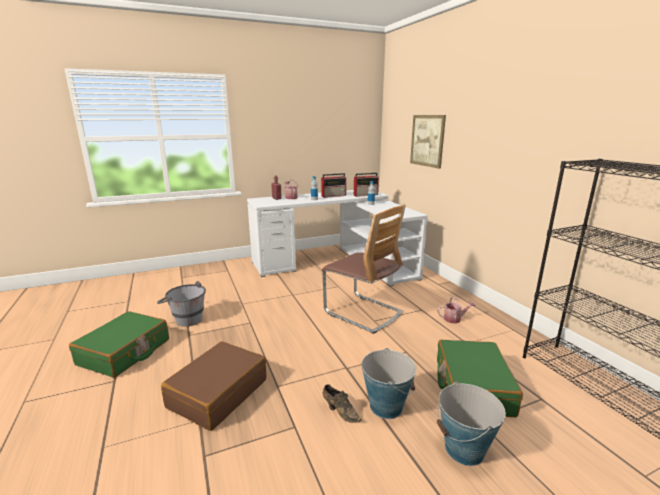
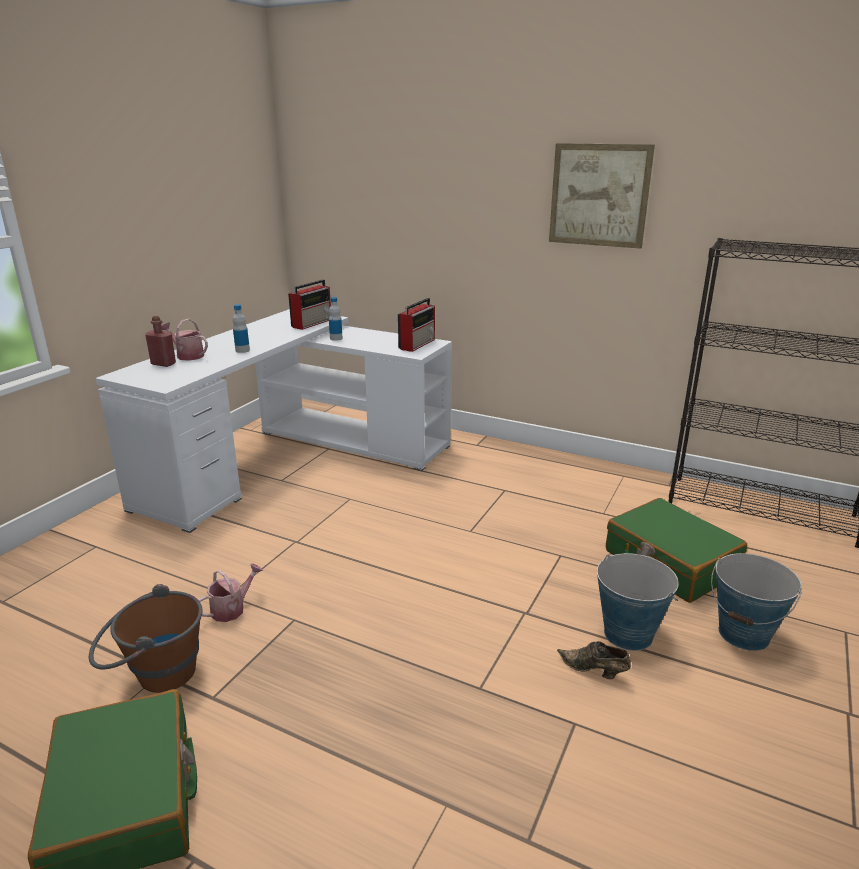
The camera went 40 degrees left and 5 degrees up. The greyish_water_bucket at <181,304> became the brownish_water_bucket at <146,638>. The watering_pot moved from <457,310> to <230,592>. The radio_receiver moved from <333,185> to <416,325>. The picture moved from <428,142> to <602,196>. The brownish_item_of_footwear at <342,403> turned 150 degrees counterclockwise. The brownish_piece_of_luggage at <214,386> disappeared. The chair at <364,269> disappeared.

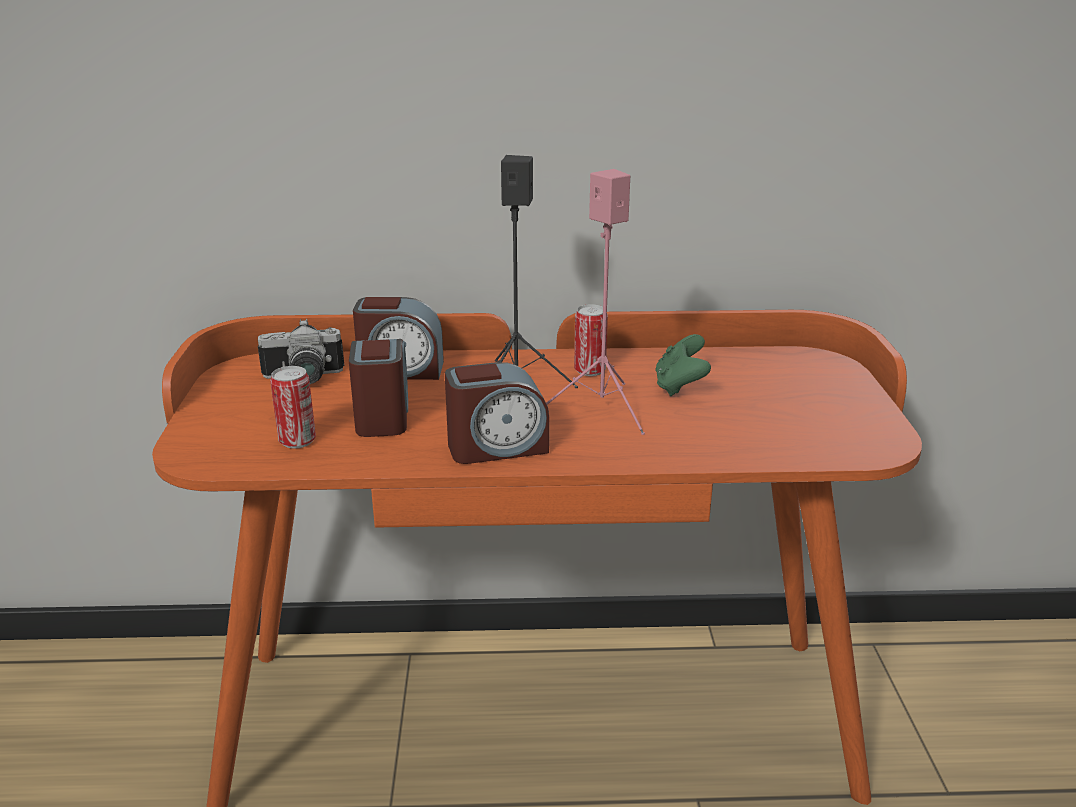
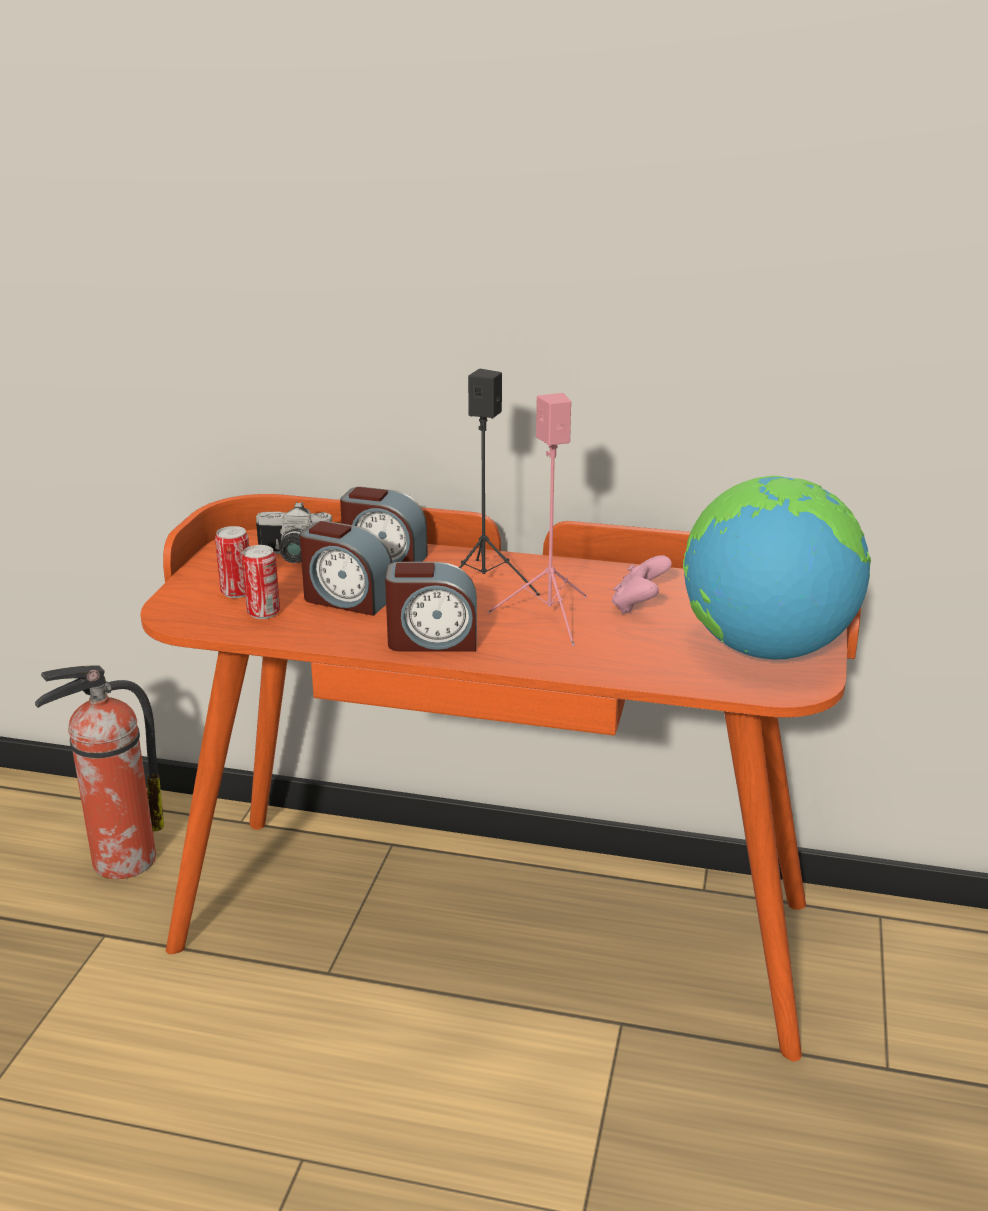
The camera went 15 degrees right and 0 degrees up. The extinguisher at <99,772> appeared. The sealed_can moved from <591,340> to <232,562>. The table_clock at <378,388> turned 105 degrees clockwise. The green_game_controller at <683,365> became the pink_game_controller at <642,584>. The world_globe at <777,567> appeared.

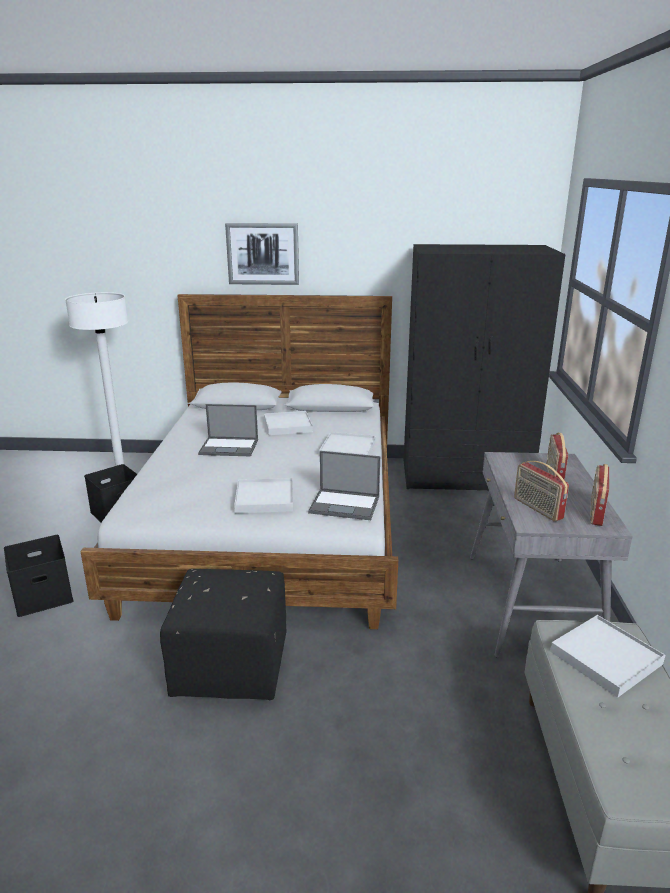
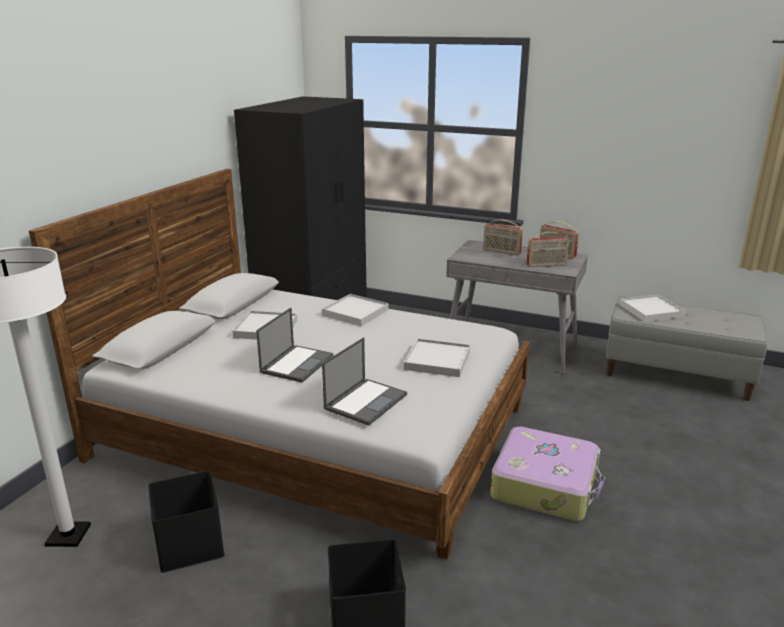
The camera went 70 degrees left and 0 degrees up. The notebook_computer moved from <344,485> to <364,381>. The black_footrest at <223,634> was replaced by the piece_of_luggage at <547,474>. The picture at <262,254> disappeared.

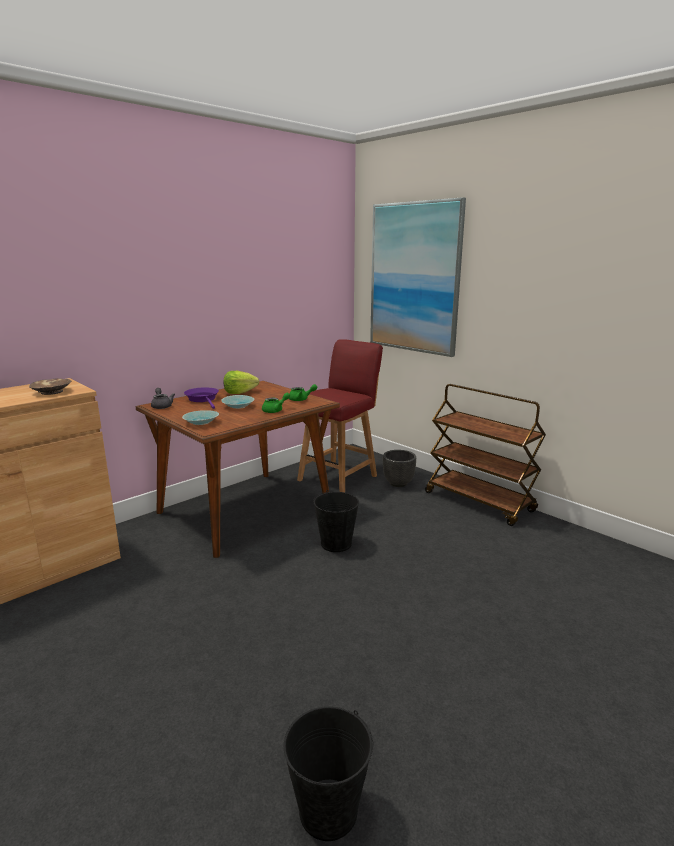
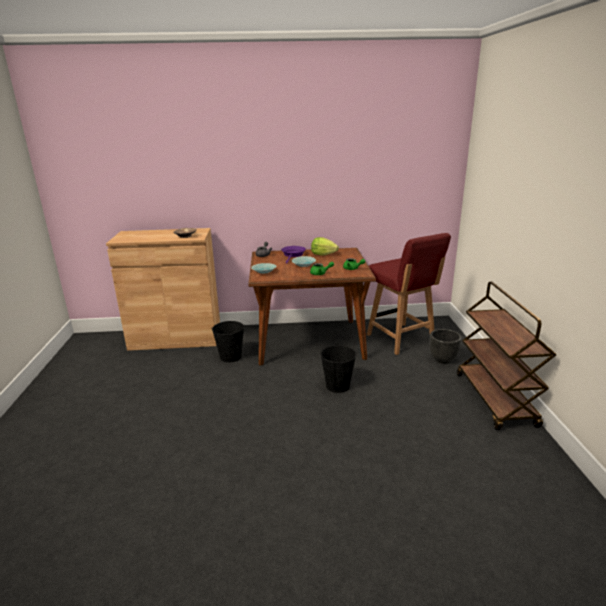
The camera went 40 degrees right and 5 degrees up. The black_water_bucket moved from <328,773> to <228,341>. The red-coloured_chair at <340,415> turned 75 degrees clockwise. The picture at <418,277> disappeared.

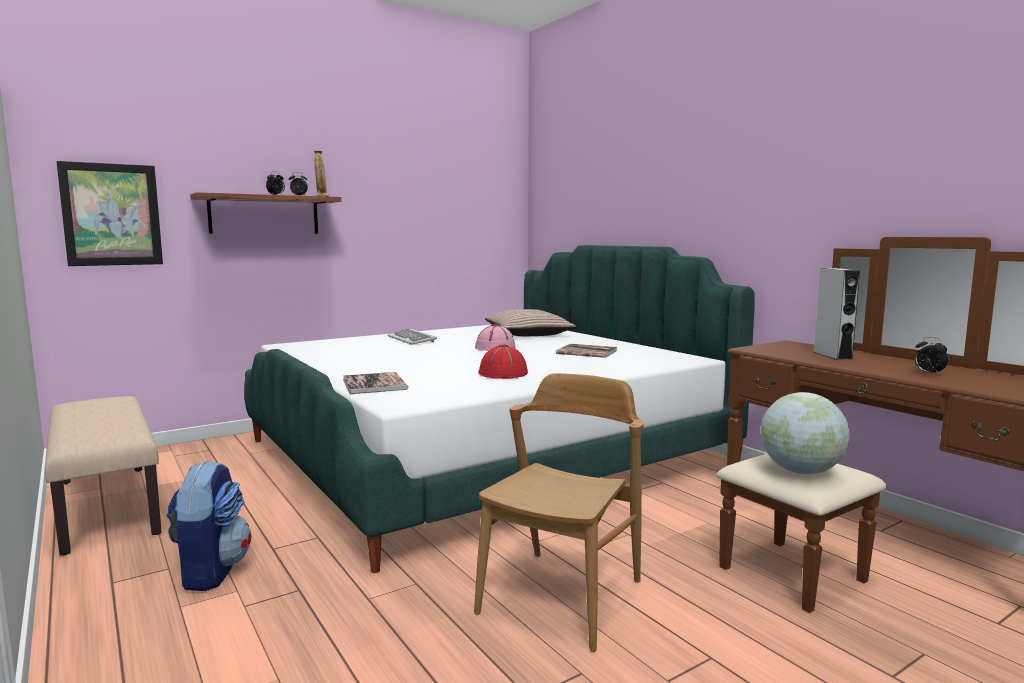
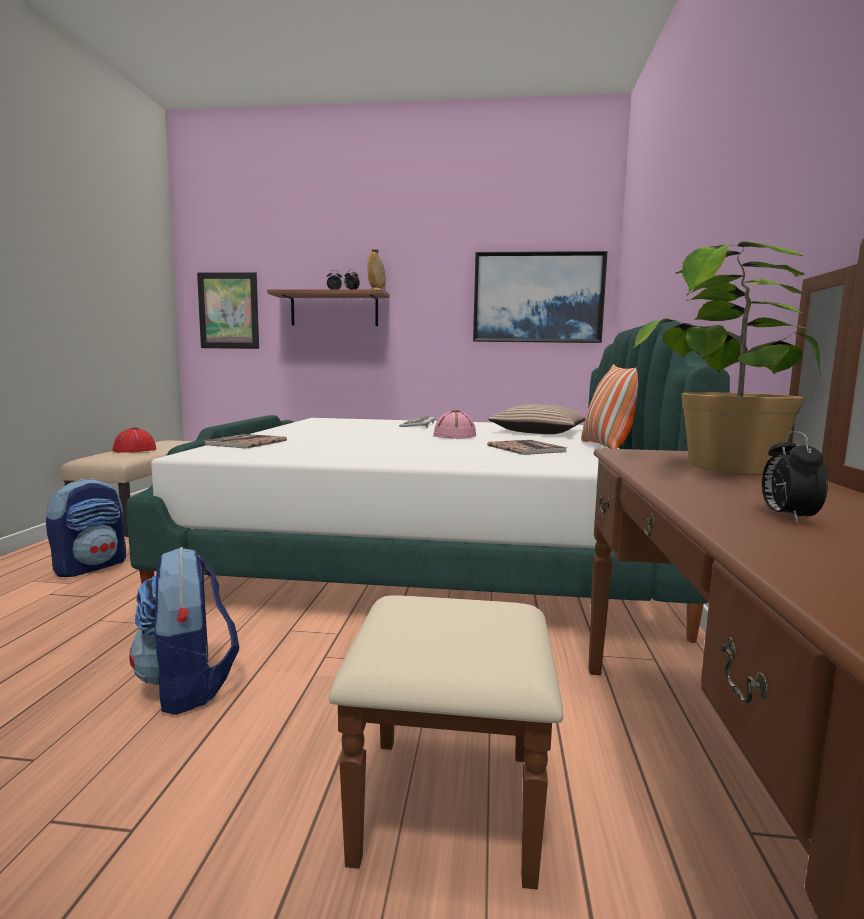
The camera went 40 degrees right and 0 degrees up. The red-coloured_wearable_hat moved from <503,361> to <134,440>. The brownish_chair at <559,512> was replaced by the backpack at <184,631>. The picture at <540,297> appeared. The throw_pillow at <609,406> appeared. The greyish_audio_speaker at <836,314> was replaced by the plant_in_a_pot at <727,357>. The world_globe at <805,433> disappeared.

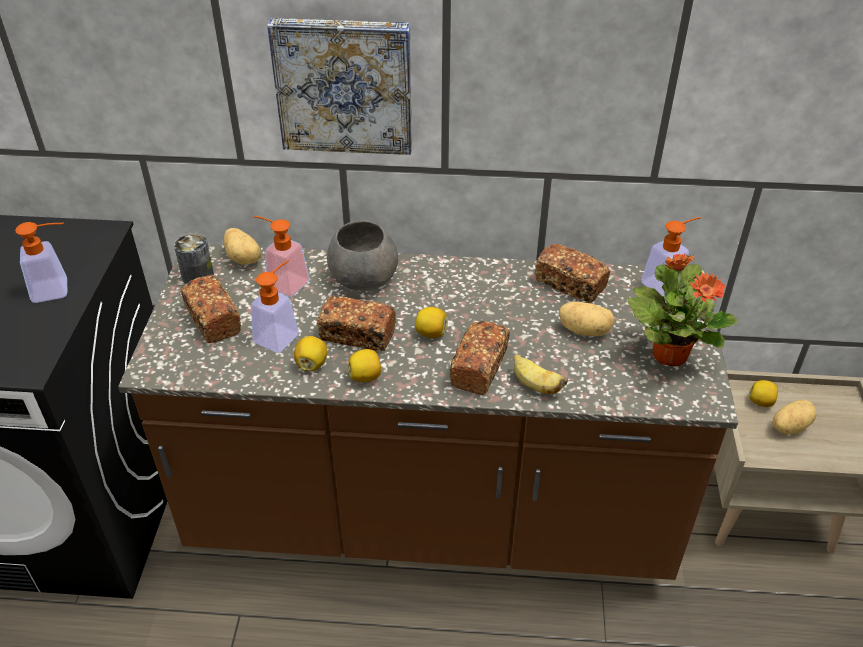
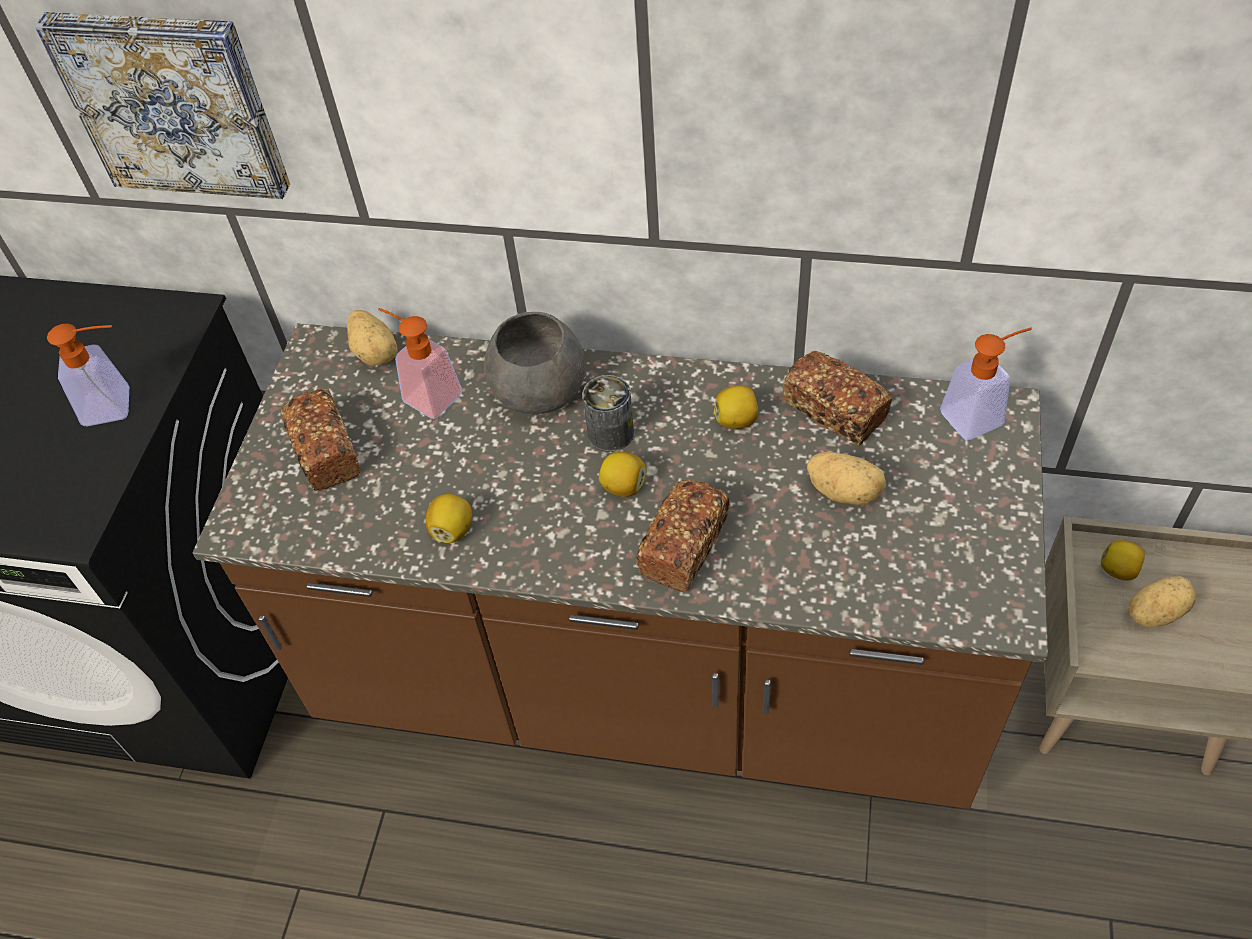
The camera went 10 degrees right and 10 degrees up. The picture moved from <339,86> to <162,105>. The sealed_can moved from <194,258> to <608,413>. The lemon moved from <364,365> to <736,407>. The soap_dispenser at <275,306> disappeared. The bakery_bread at <356,323> disappeared. The banana_fruit at <541,374> disappeared. The plant_in_a_pot at <682,310> disappeared.

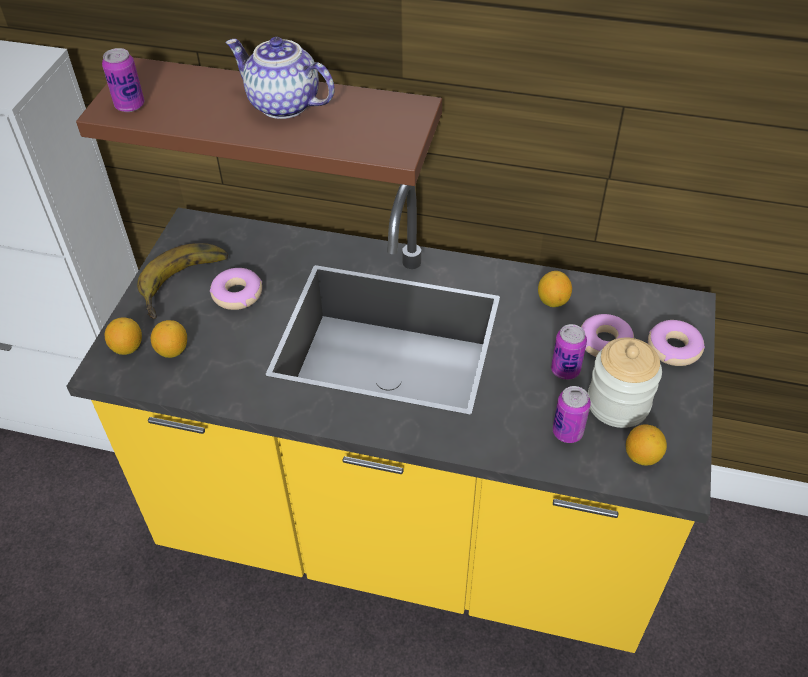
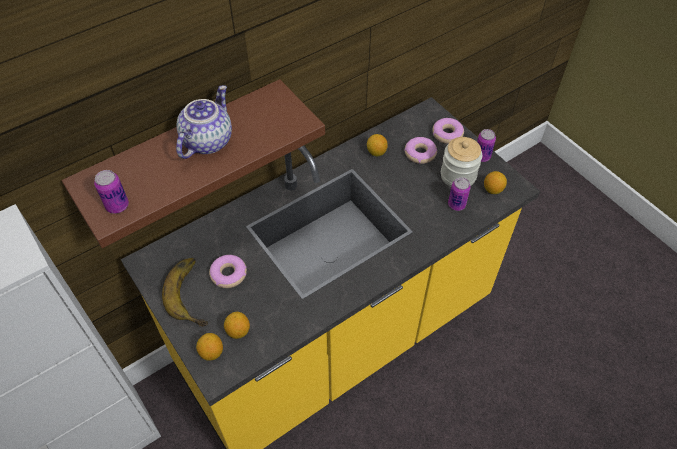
The camera went 50 degrees left and 5 degrees up. The teapot at <280,78> turned 135 degrees clockwise. The sealed_can moved from <569,352> to <486,145>.

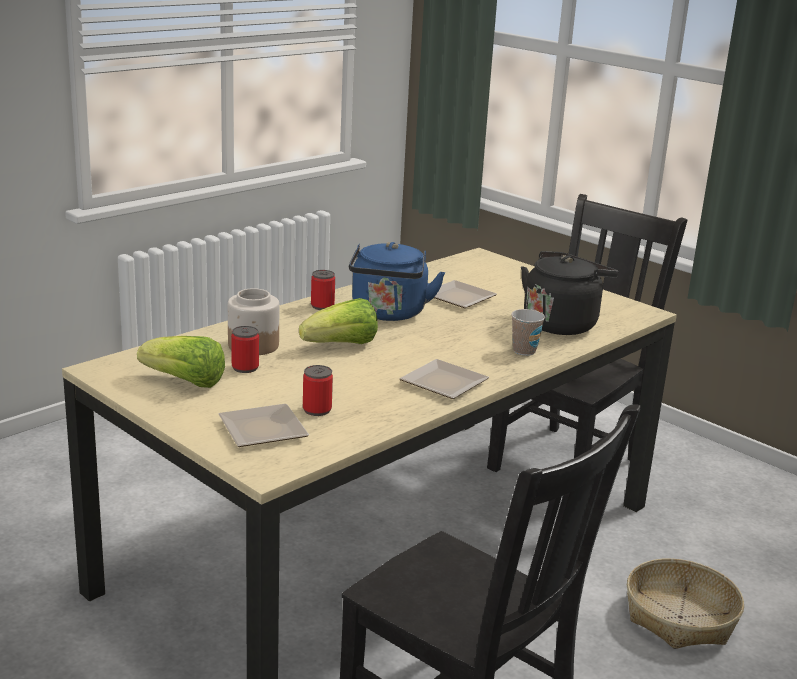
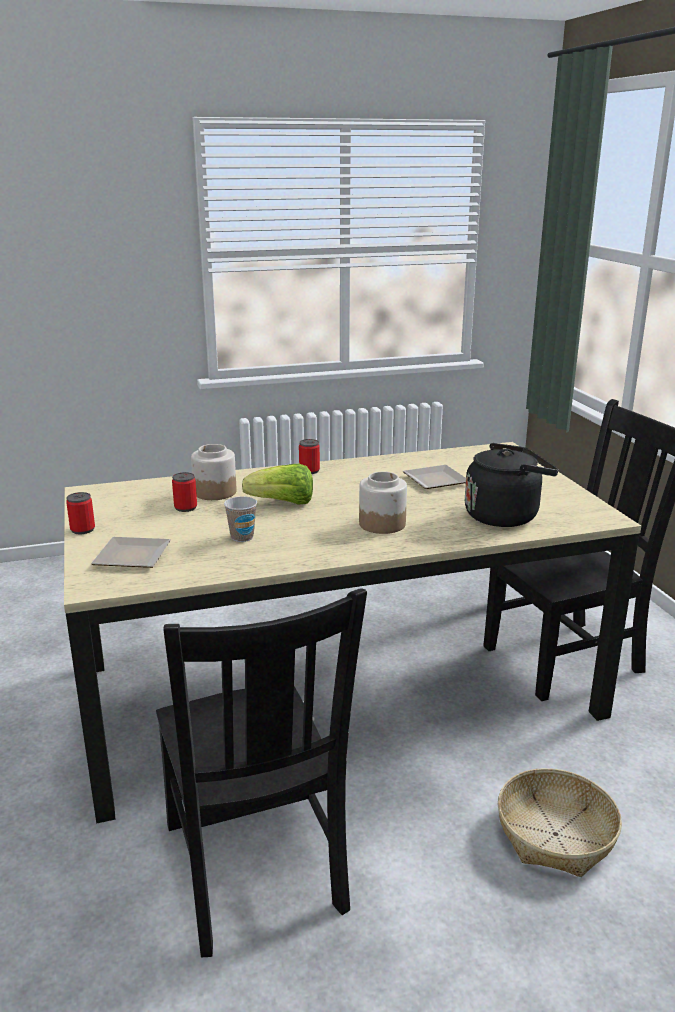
The camera went 30 degrees right and 0 degrees up. The sealed_can moved from <318,390> to <80,513>. The cup moved from <528,332> to <240,519>. The storage_jar at <383,503> appeared. The head_of_lettuce at <181,362> disappeared. The bluish_kettle at <397,281> disappeared. The dinner_plate at <444,379> disappeared.

